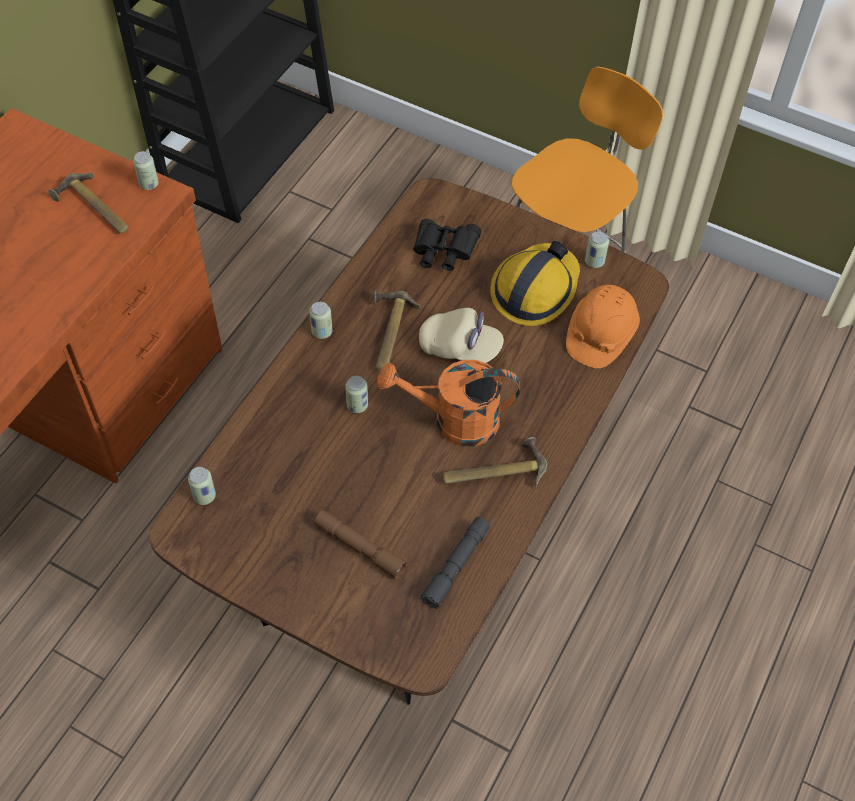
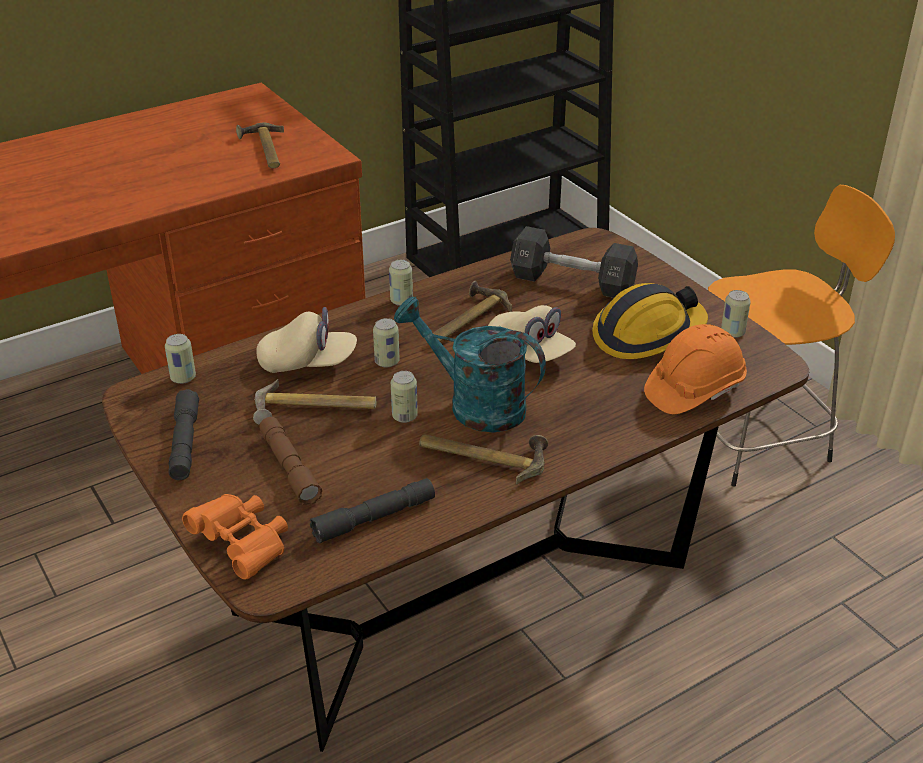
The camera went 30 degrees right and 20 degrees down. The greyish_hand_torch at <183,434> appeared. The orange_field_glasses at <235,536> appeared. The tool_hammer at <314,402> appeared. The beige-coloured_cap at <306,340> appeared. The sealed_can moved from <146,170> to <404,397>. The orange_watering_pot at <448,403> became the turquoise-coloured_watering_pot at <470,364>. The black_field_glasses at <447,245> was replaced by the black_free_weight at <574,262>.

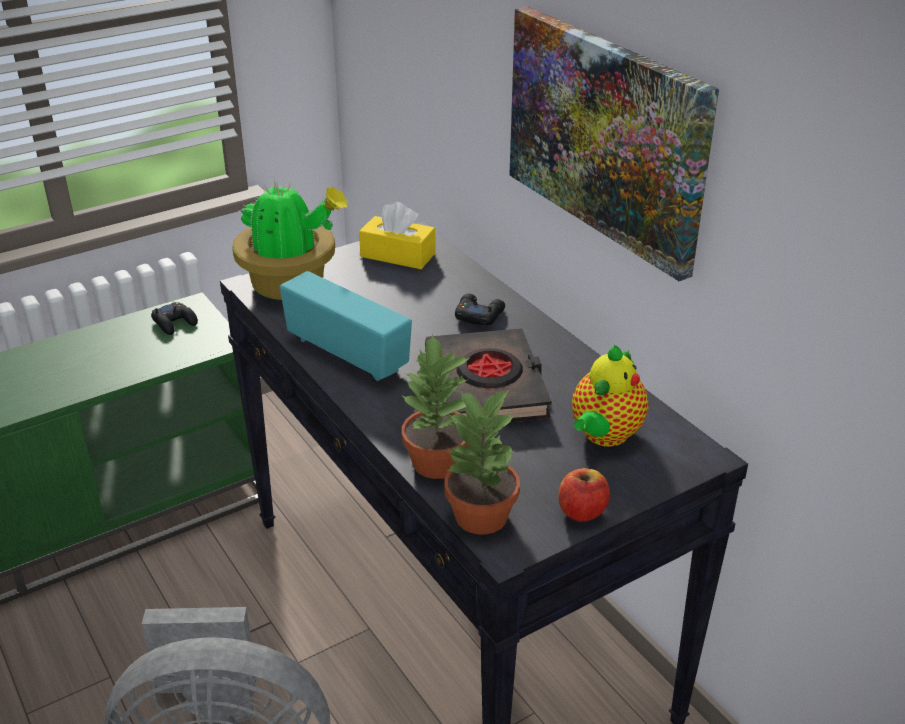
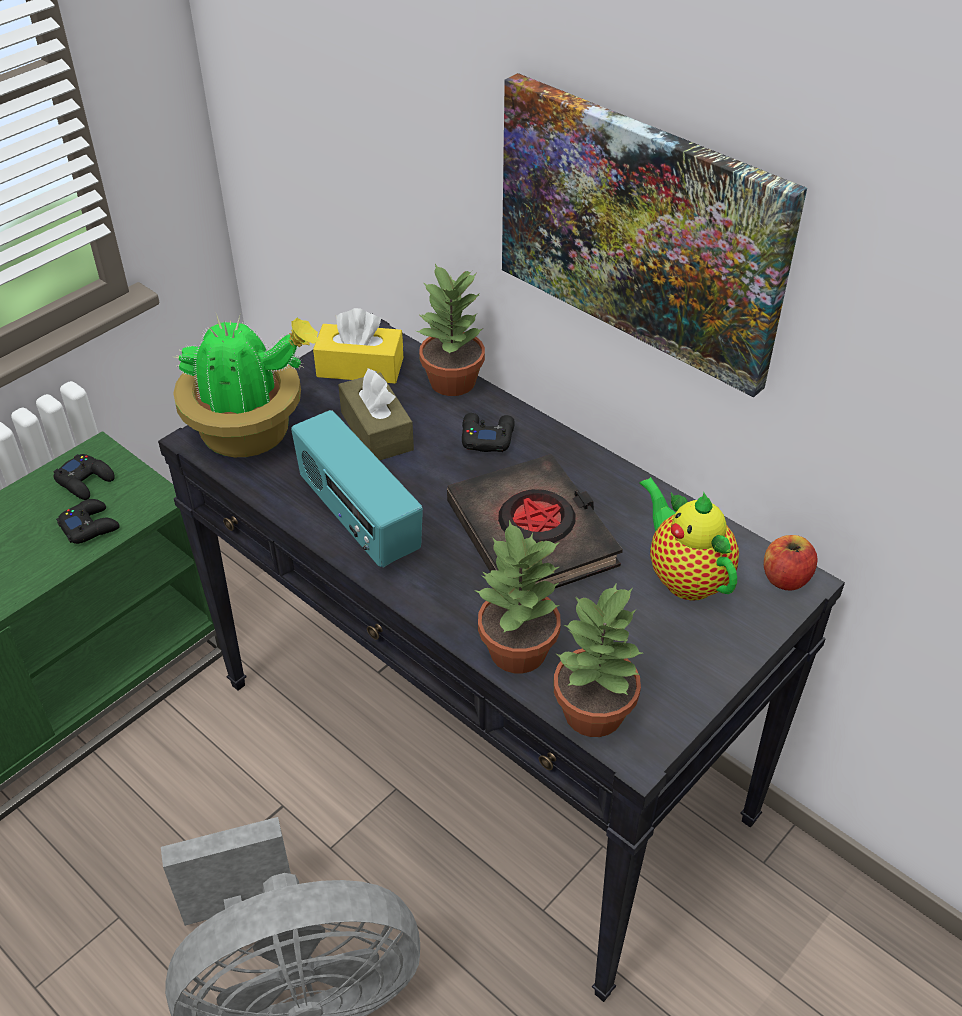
The camera went 15 degrees left and 10 degrees up. The black_game_controller at <88,521> appeared. The radio_receiver at <346,326> turned 150 degrees counterclockwise. The brownish_box_of_tissues at <376,414> appeared. The plant_in_a_pot at <451,330> appeared. The teapot at <610,396> turned 135 degrees clockwise. The apple moved from <584,495> to <790,562>.

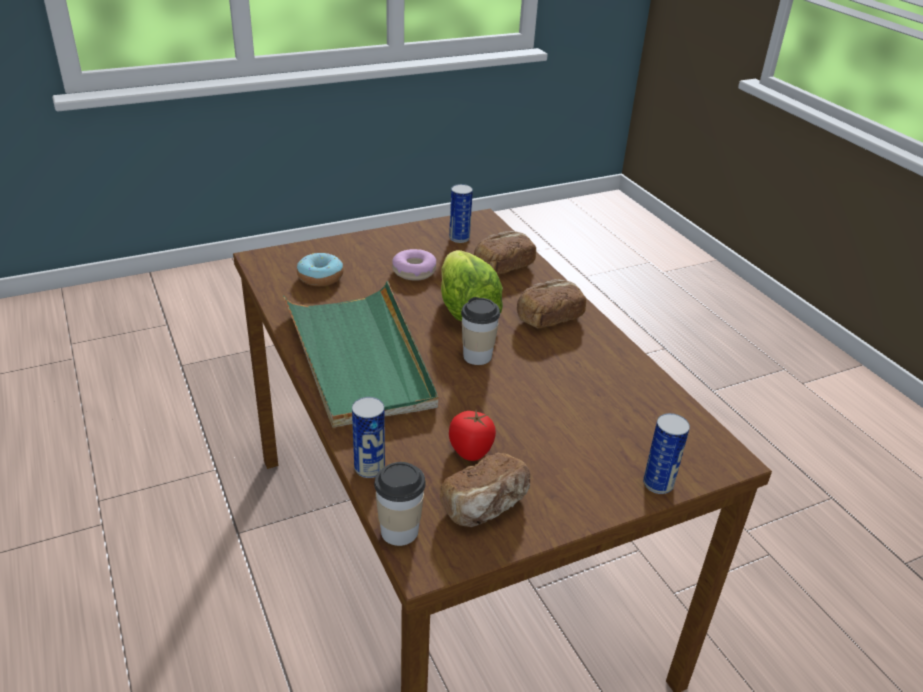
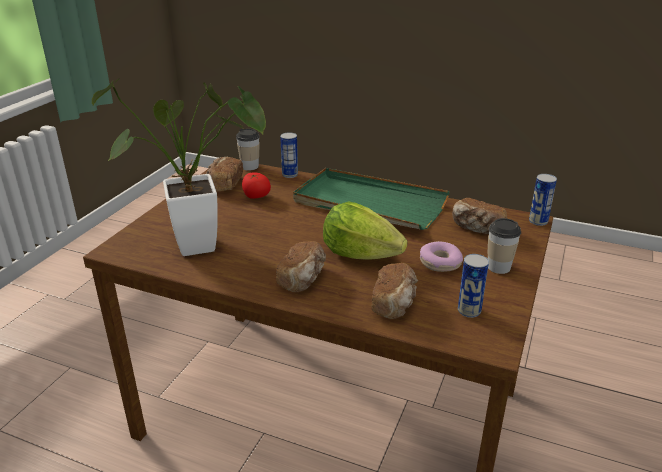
The camera went 140 degrees right and 5 degrees down. The plant_in_a_pot at <179,167> appeared. The ring_doughnut at <320,269> was replaced by the bakery_bread at <479,216>. The cup moved from <480,331> to <504,246>. The sealed_can moved from <666,453> to <543,200>.

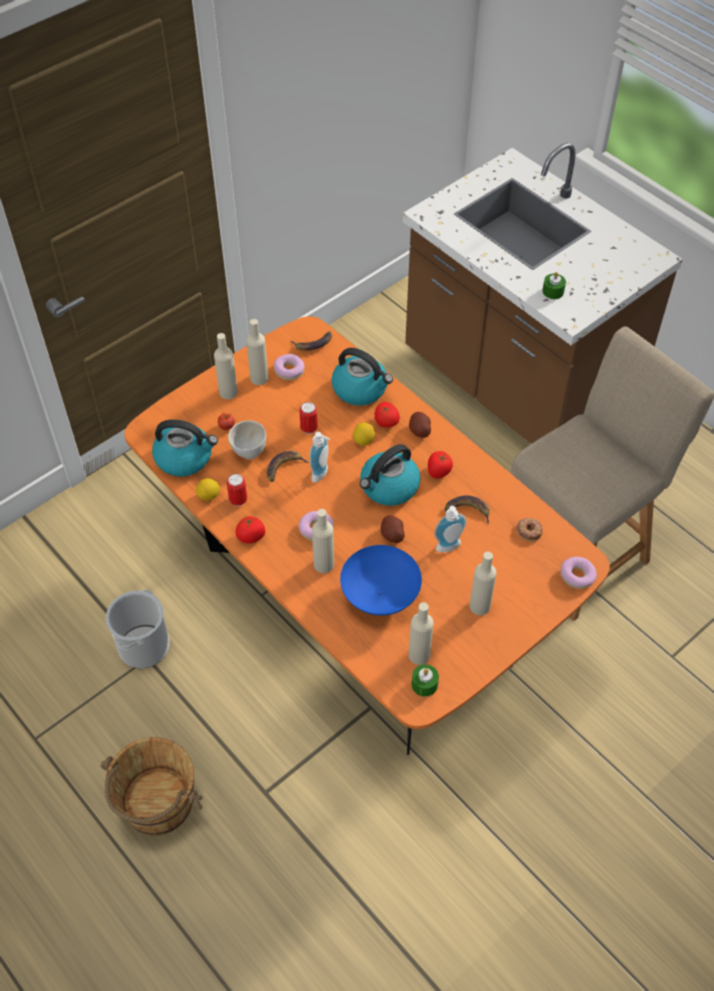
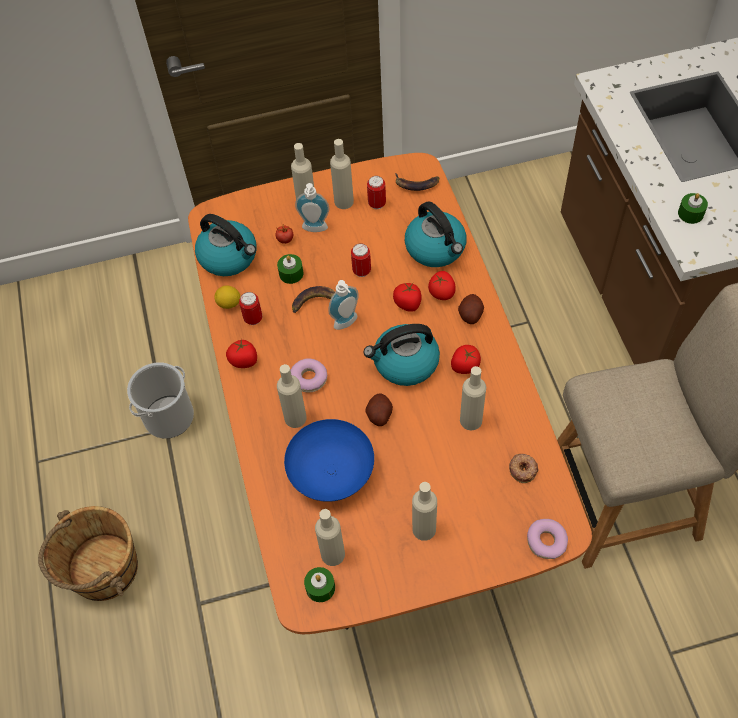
The camera went 30 degrees right and 5 degrees up. The white_serving_bowl at <247,440> was replaced by the green_wax_light at <290,269>. The soap_dispenser moved from <450,529> to <312,207>. The ring_doughnut at <289,367> was replaced by the sealed_can at <376,192>. The lemon at <364,434> was replaced by the fresh_tomato at <407,297>. The banana_fruit at <467,509> was replaced by the beige-coloured_beverage_bottle at <473,398>.

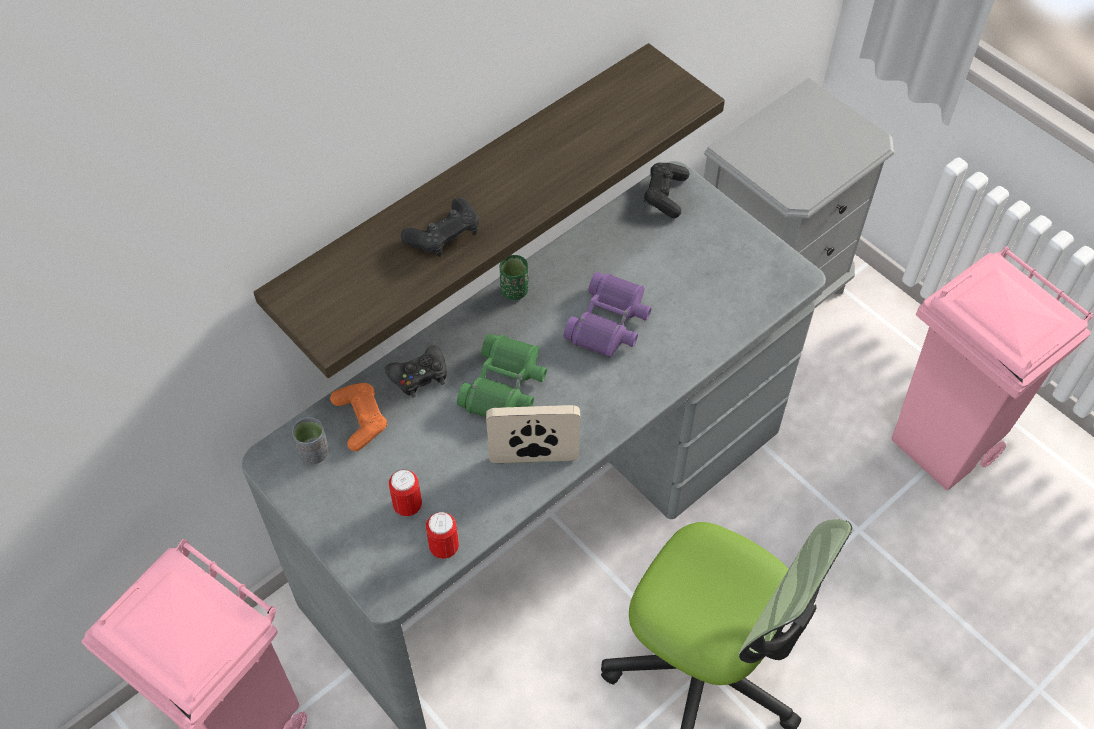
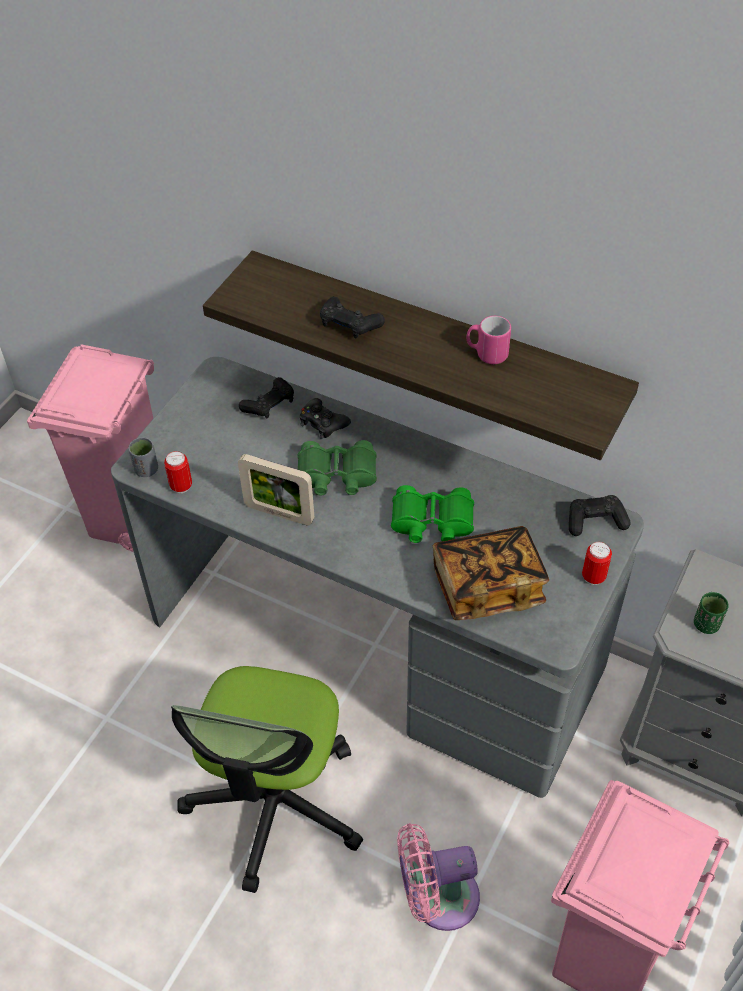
The camera went 70 degrees right and 5 degrees down. The greyish_cup moved from <310,440> to <143,457>. The picture_frame at <533,434> turned 135 degrees clockwise. The orange_game_controller at <358,417> became the black_game_controller at <266,397>. The purple_field_glasses at <607,314> became the green_field_glasses at <432,514>. The pink_fan at <438,877> appeared. The volume at <491,573> appeared. The pink_mug at <489,340> appeared. The sealed_can moved from <405,492> to <597,563>. The green_cup moved from <514,277> to <711,613>.

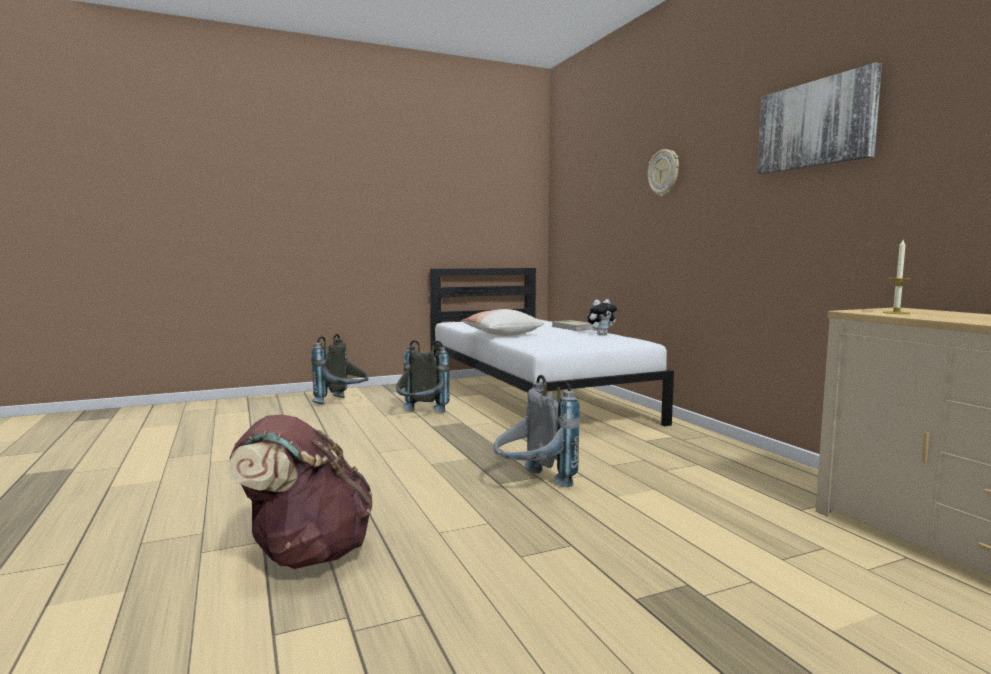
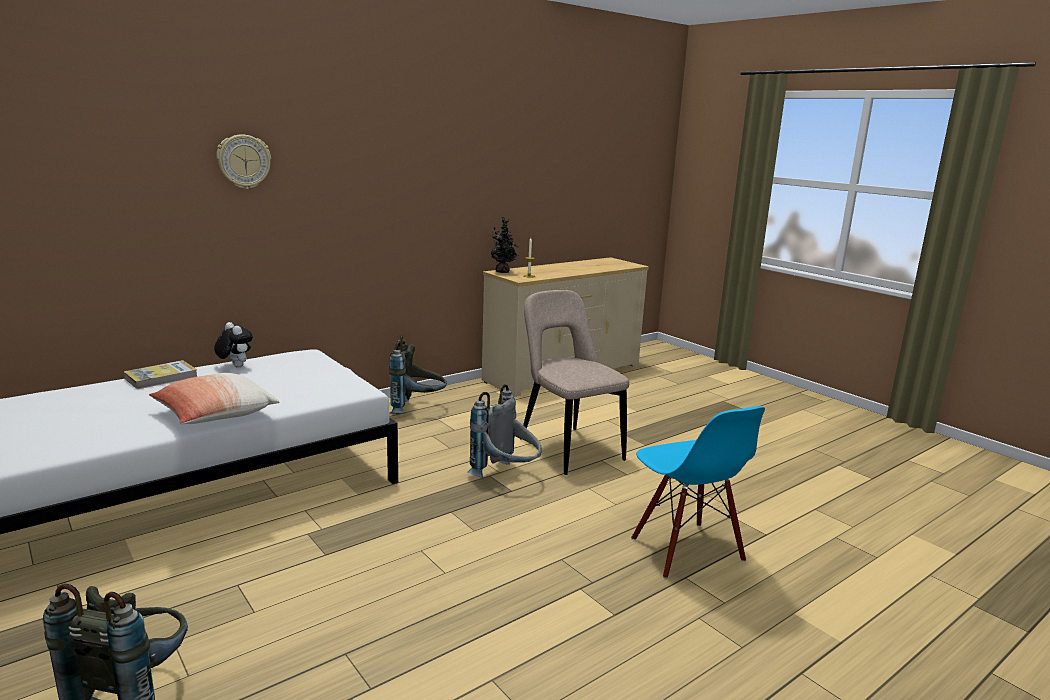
The camera went 105 degrees left and 10 degrees up. The greyish_backpack moved from <422,376> to <418,374>. The plant_in_a_pot at <505,245> appeared. The beige-coloured_chair at <576,382> appeared. The brownish_backpack at <300,491> was replaced by the bluish_chair at <698,492>. The picture at <819,118> disappeared.

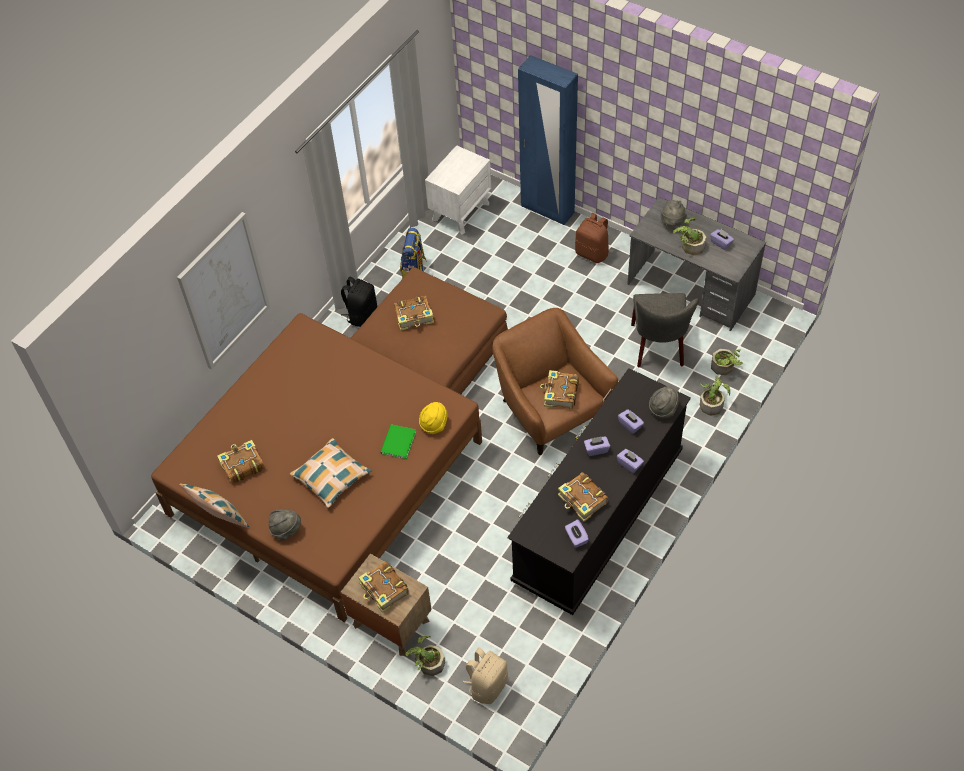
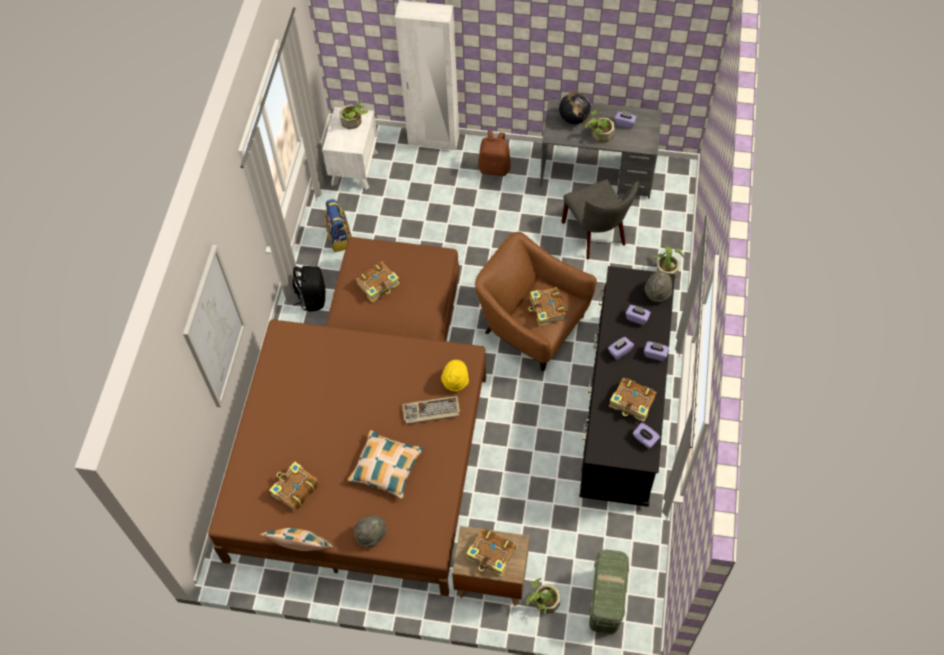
The camera went 25 degrees left and 5 degrees up. The plant_in_a_pot moved from <727,362> to <353,114>. The bluish_wardrobe at <548,140> became the white_wardrobe at <427,75>. The green_volume at <398,441> was replaced by the computer_keyboard at <431,410>. The greyish_wearable_hat at <674,213> was replaced by the world_globe at <575,108>. The beige-coloured_backpack at <485,676> was replaced by the green_storage_box at <609,592>.

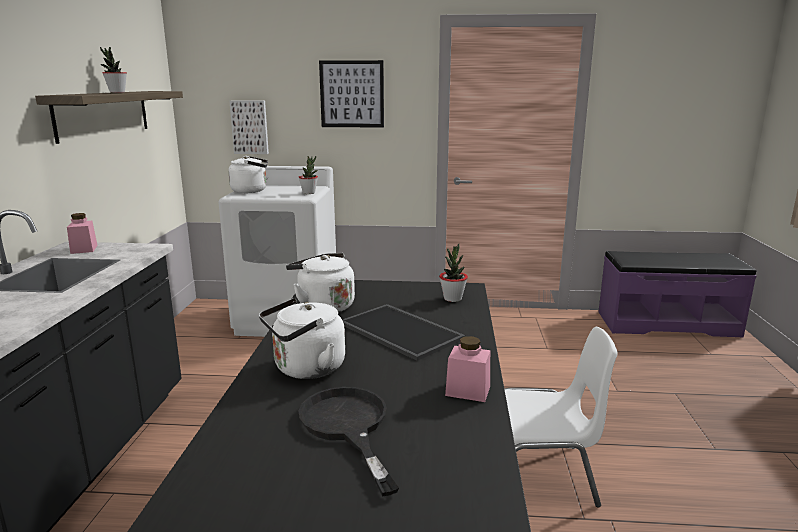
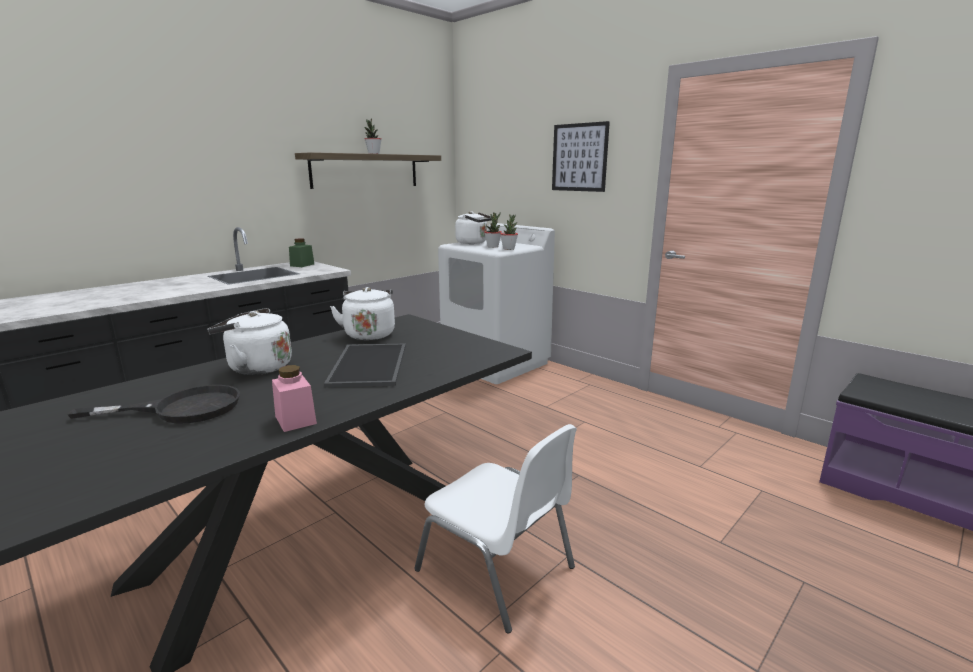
The camera went 40 degrees right and 0 degrees up. The black_pan at <349,442> turned 60 degrees clockwise. The pink_storage_jar at <82,233> became the green_storage_jar at <301,252>. The plant_in_a_pot moved from <453,272> to <493,230>. The picture at <249,127> disappeared.

